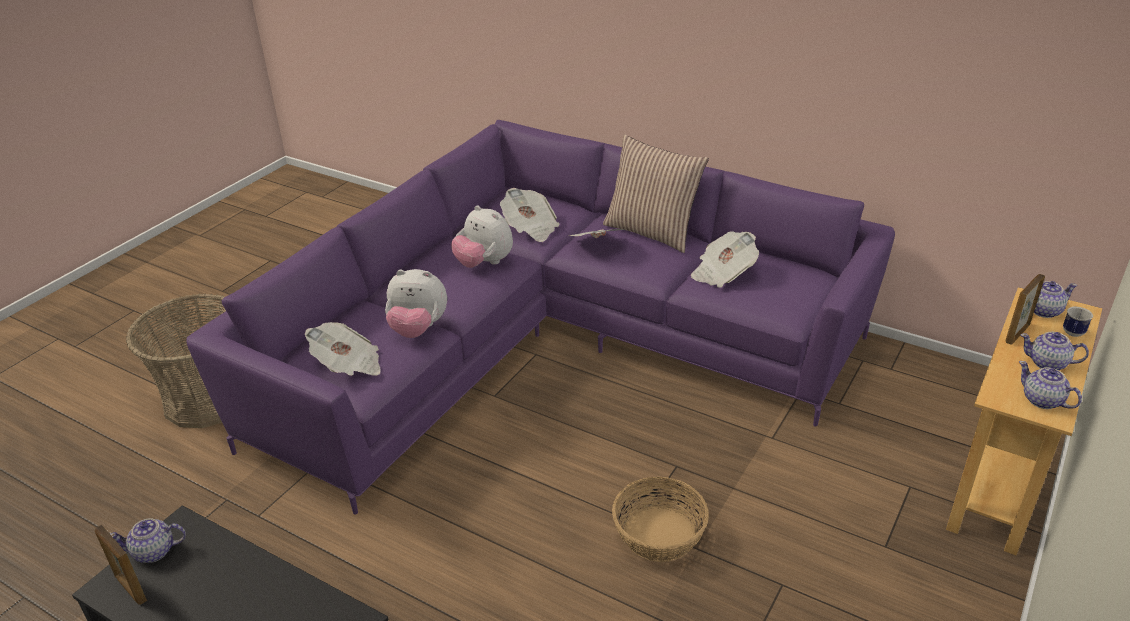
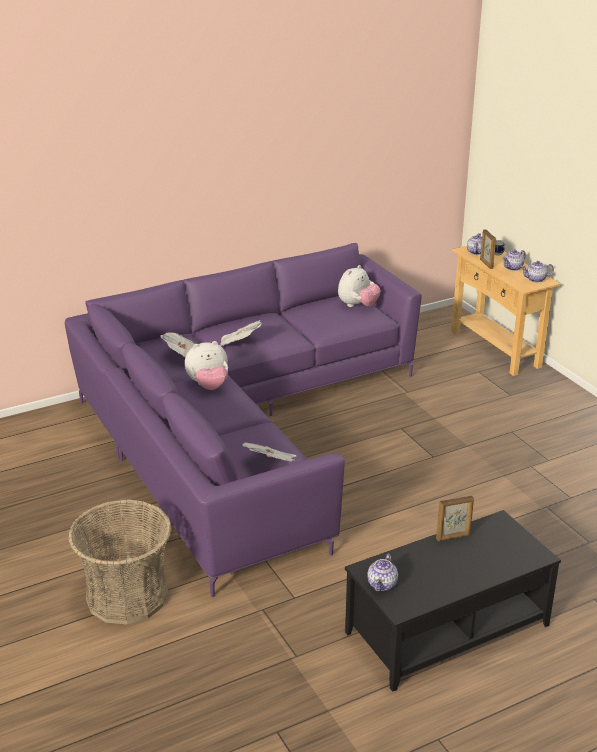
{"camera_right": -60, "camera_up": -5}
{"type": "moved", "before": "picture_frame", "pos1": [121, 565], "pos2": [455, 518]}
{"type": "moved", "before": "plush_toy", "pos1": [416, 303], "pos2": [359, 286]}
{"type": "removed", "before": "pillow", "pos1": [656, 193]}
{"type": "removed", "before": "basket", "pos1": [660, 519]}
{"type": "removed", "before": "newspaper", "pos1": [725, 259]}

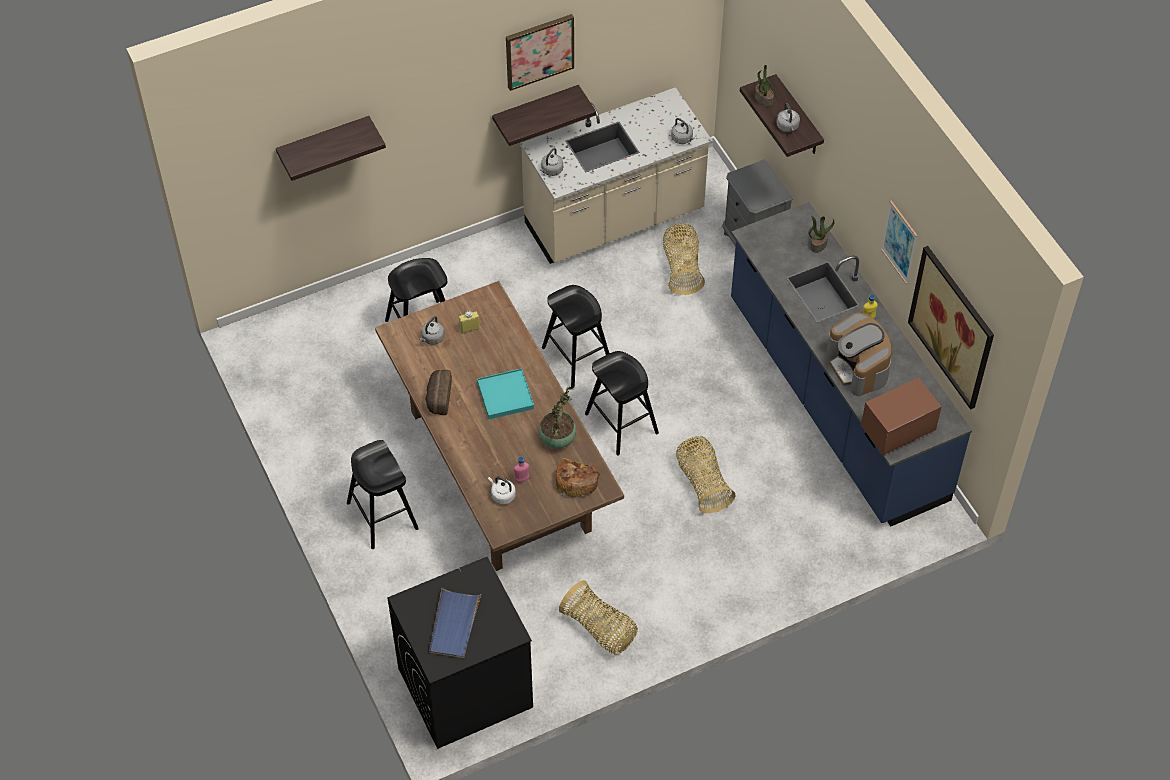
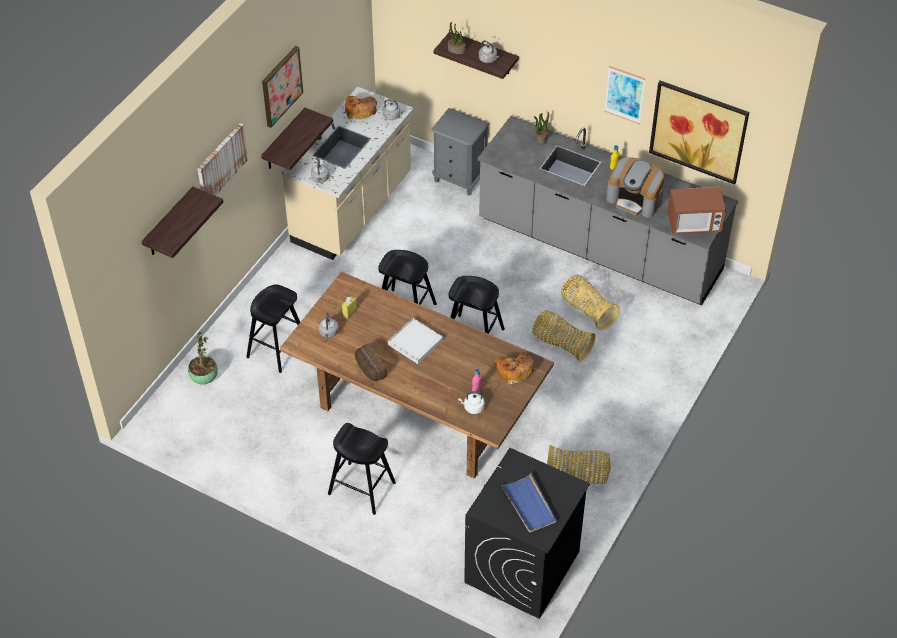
{"camera_right": -35, "camera_up": -5}
{"type": "recoloured", "before": "turquoise_tray", "after": "white_tray", "pos1": [505, 393], "pos2": [415, 341]}
{"type": "moved", "before": "potted_plant", "pos1": [557, 418], "pos2": [203, 358]}
{"type": "moved", "before": "basket", "pos1": [684, 259], "pos2": [590, 302]}
{"type": "recoloured", "before": "blue_counter", "after": "grey_counter", "pos1": [851, 364], "pos2": [607, 211]}
{"type": "turned", "before": "microwave", "pos1": [901, 416], "pos2": [697, 210], "turn": -120}
{"type": "added", "after": "picture", "pos2": [222, 159]}
{"type": "added", "after": "bread", "pos2": [361, 107]}

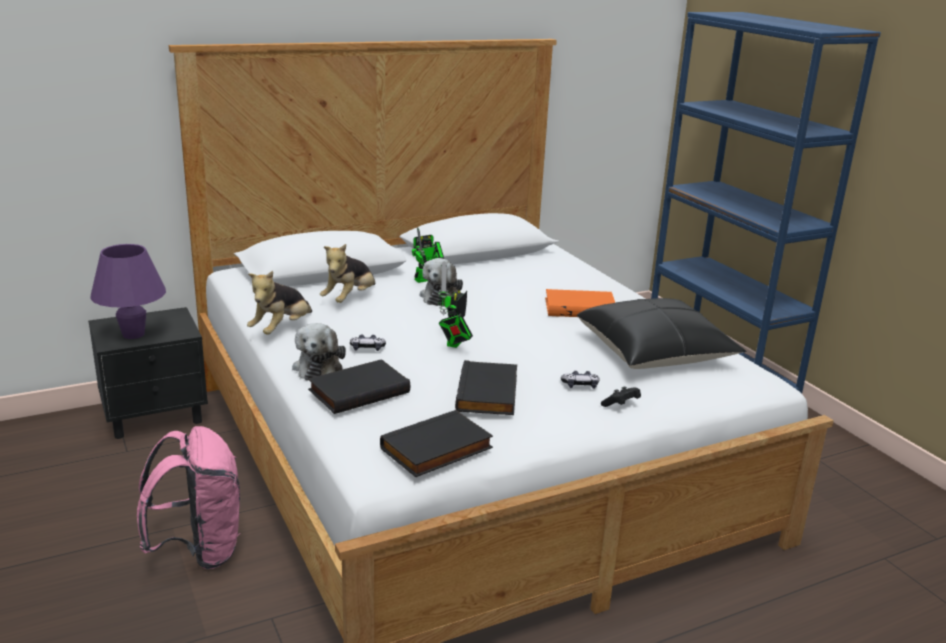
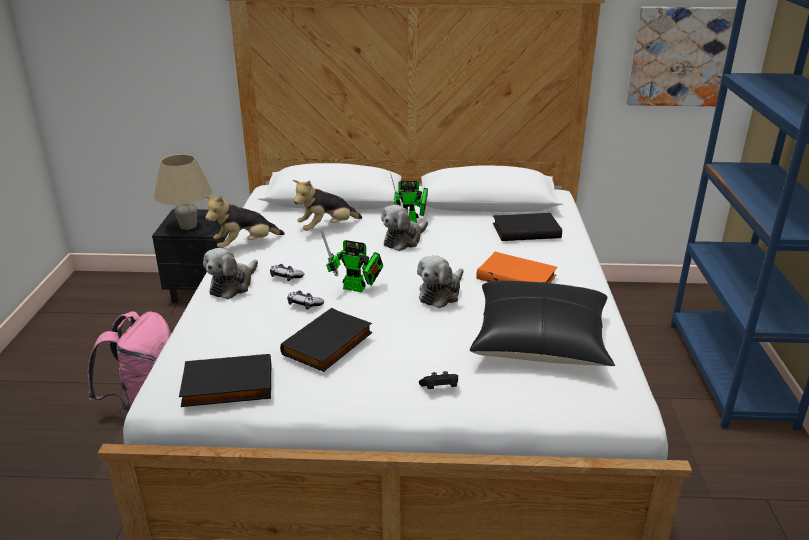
{"camera_right": 30, "camera_up": 5}
{"type": "recoloured", "before": "purple_table_lamp", "after": "beige_table_lamp", "pos1": [128, 291], "pos2": [183, 192]}
{"type": "moved", "before": "black_book", "pos1": [359, 386], "pos2": [527, 227]}
{"type": "turned", "before": "toy_robot", "pos1": [455, 304], "pos2": [352, 262], "turn": -120}
{"type": "moved", "before": "game_controller", "pos1": [580, 380], "pos2": [305, 300]}
{"type": "added", "after": "plush_toy", "pos2": [440, 281]}
{"type": "added", "after": "picture", "pos2": [681, 56]}

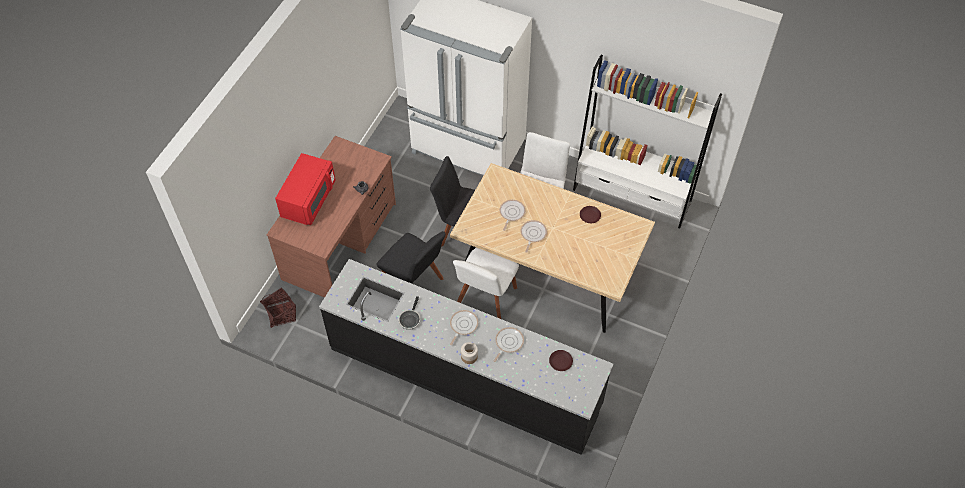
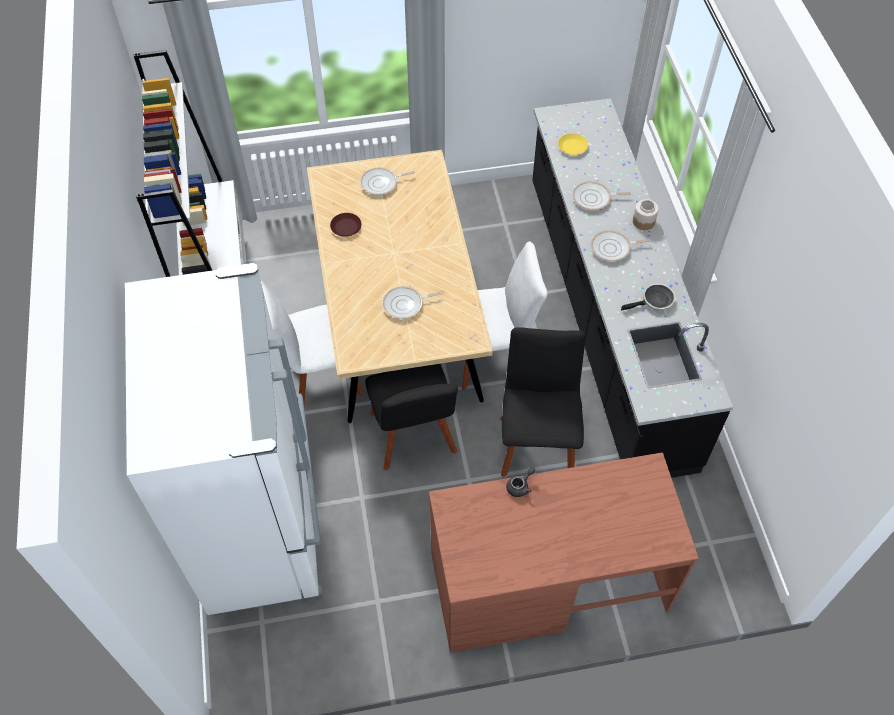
{"camera_right": -125, "camera_up": 0}
{"type": "removed", "before": "basket", "pos1": [278, 307]}
{"type": "removed", "before": "red_microwave", "pos1": [305, 189]}
{"type": "moved", "before": "frying_pan", "pos1": [534, 236], "pos2": [387, 181]}
{"type": "recoloured", "before": "brown_plate", "after": "yellow_plate", "pos1": [561, 360], "pos2": [573, 144]}

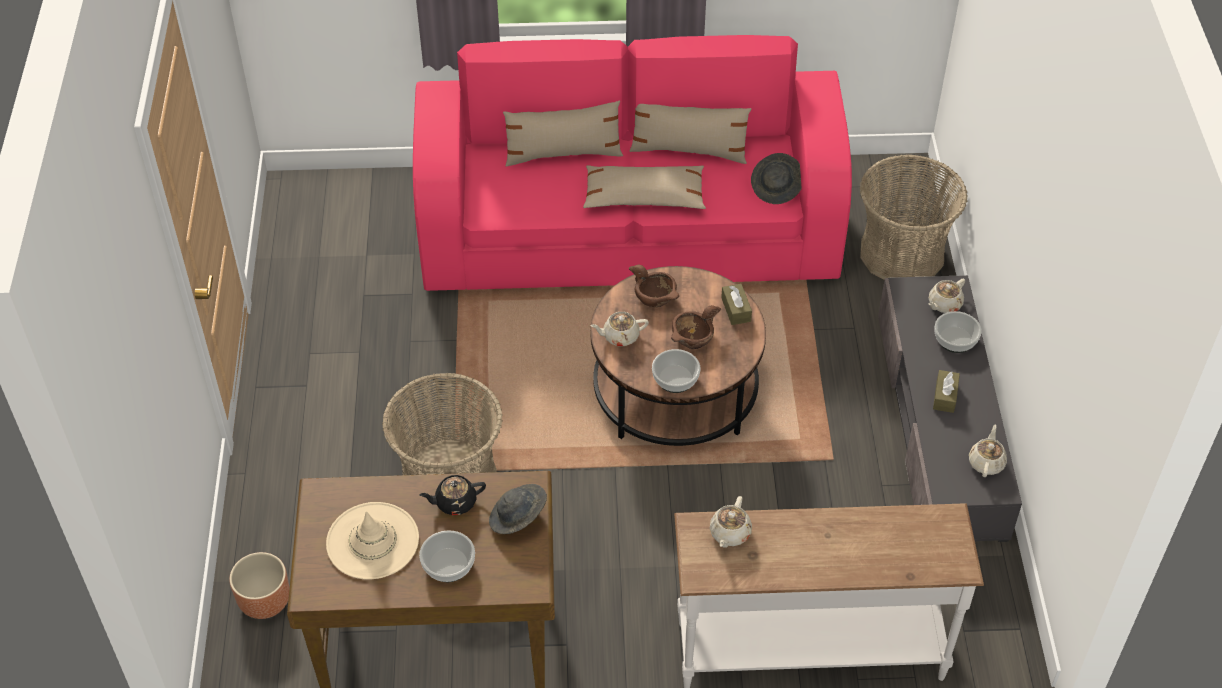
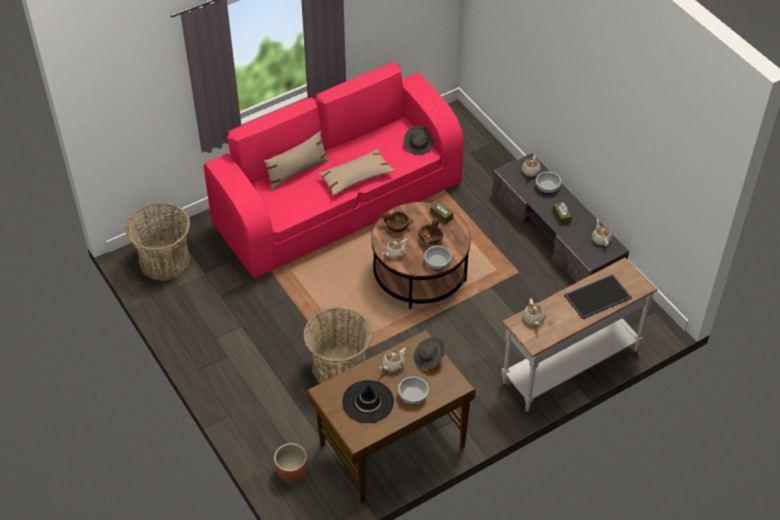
{"camera_right": -30, "camera_up": 0}
{"type": "recoloured", "before": "beige_hat", "after": "black_hat", "pos1": [372, 540], "pos2": [368, 401]}
{"type": "recoloured", "before": "black_teapot", "after": "beige_teapot", "pos1": [452, 495], "pos2": [393, 360]}
{"type": "removed", "before": "beige_pillow", "pos1": [691, 134]}
{"type": "moved", "before": "basket", "pos1": [914, 217], "pos2": [158, 241]}
{"type": "added", "after": "tray", "pos2": [598, 296]}

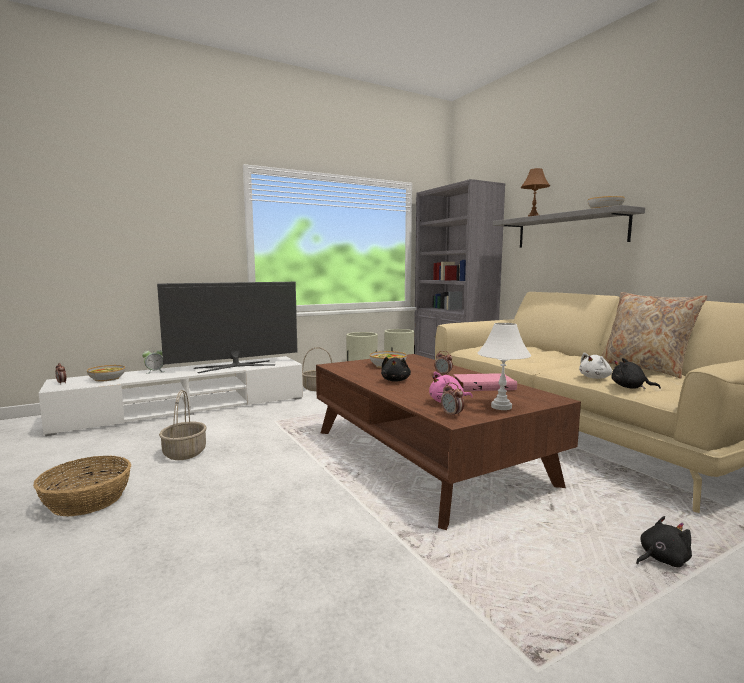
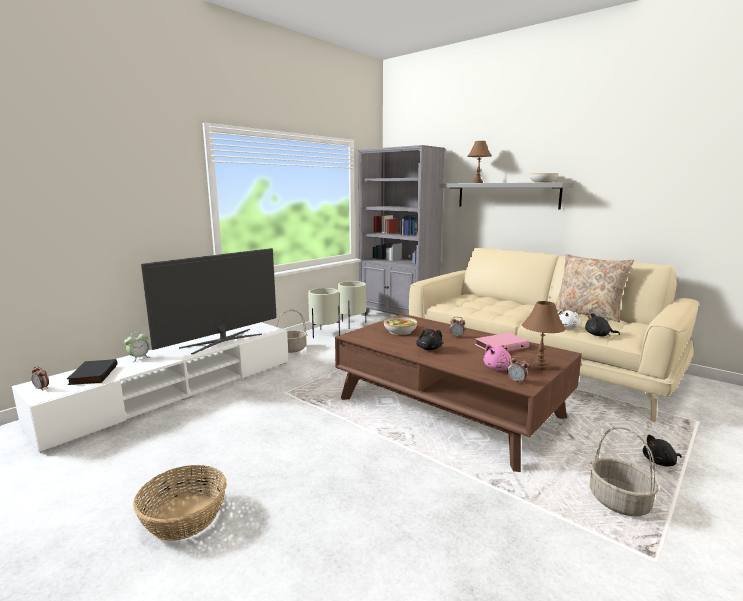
{"camera_right": -20, "camera_up": 5}
{"type": "replaced", "before": "bowl", "after": "black_book", "pos1": [106, 373], "pos2": [92, 372]}
{"type": "moved", "before": "basket", "pos1": [183, 425], "pos2": [624, 471]}
{"type": "recoloured", "before": "white_table_lamp", "after": "brown_table_lamp", "pos1": [504, 366], "pos2": [544, 336]}
{"type": "turned", "before": "black_plush_toy", "pos1": [664, 541], "pos2": [662, 451], "turn": -150}

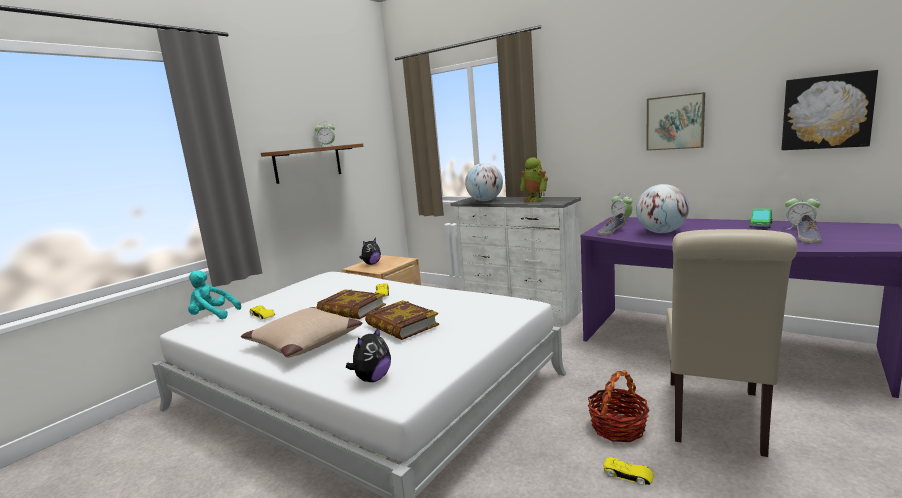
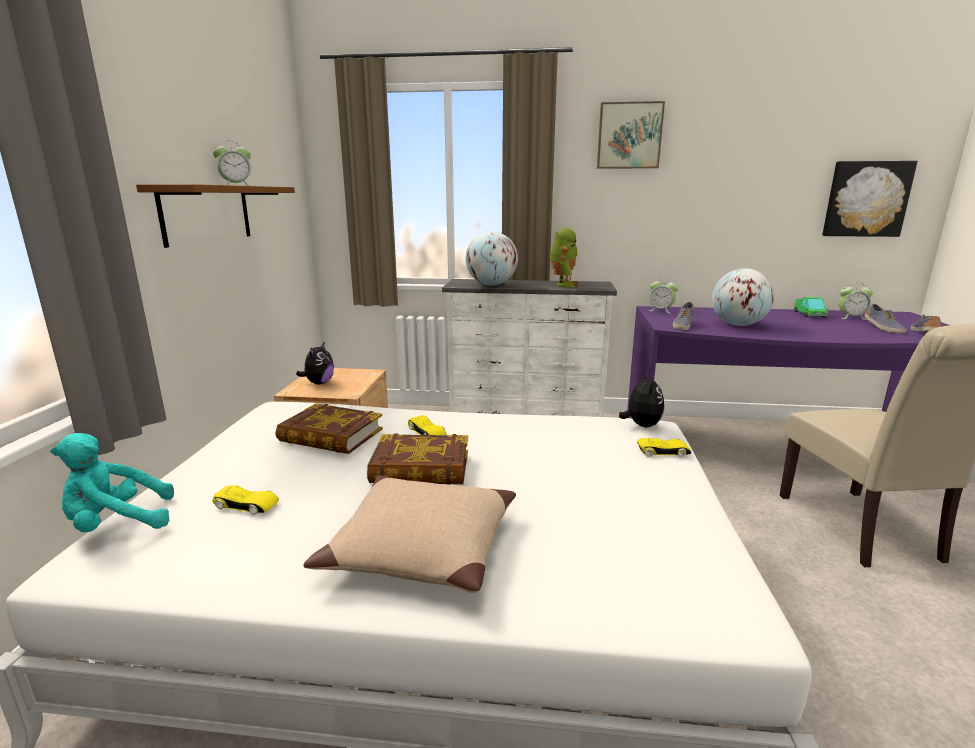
{"camera_right": -30, "camera_up": 5}
{"type": "moved", "before": "plush_toy", "pos1": [368, 354], "pos2": [641, 399]}
{"type": "moved", "before": "book", "pos1": [402, 320], "pos2": [329, 428]}
{"type": "turned", "before": "toy_robot", "pos1": [534, 179], "pos2": [563, 257], "turn": -105}
{"type": "removed", "before": "basket", "pos1": [619, 406]}
{"type": "moved", "before": "yellow_toy_car", "pos1": [629, 471], "pos2": [664, 447]}
{"type": "moved", "before": "picture", "pos1": [675, 121], "pos2": [631, 135]}
{"type": "added", "after": "shoe", "pos2": [926, 323]}

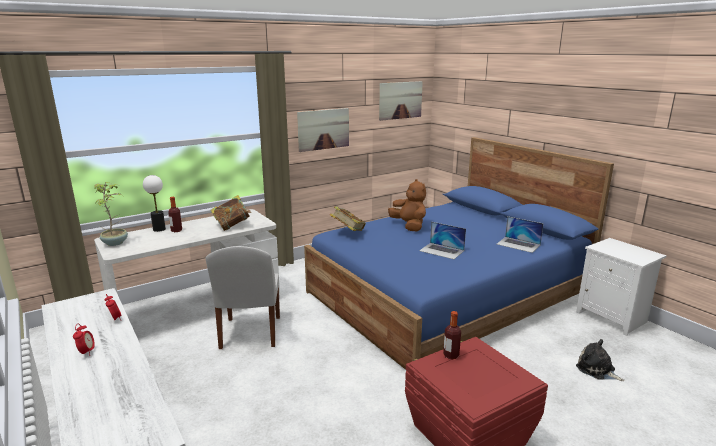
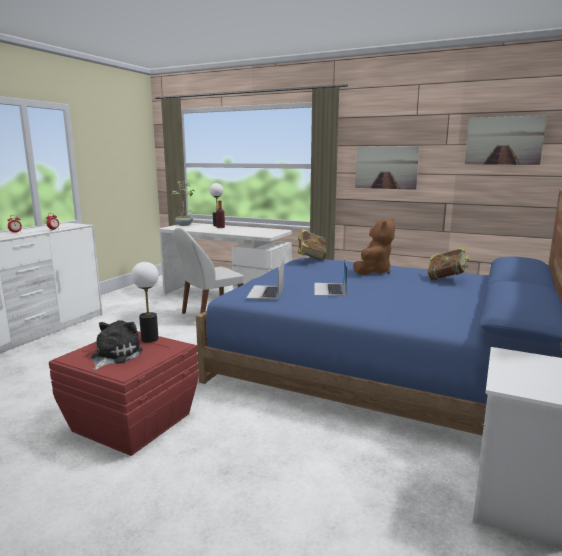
{"camera_right": 60, "camera_up": -5}
{"type": "moved", "before": "book", "pos1": [231, 213], "pos2": [449, 263]}
{"type": "replaced", "before": "bottle", "after": "table_lamp", "pos1": [452, 335], "pos2": [145, 302]}
{"type": "moved", "before": "laptop", "pos1": [520, 234], "pos2": [265, 279]}
{"type": "moved", "before": "plush_toy", "pos1": [600, 360], "pos2": [117, 345]}

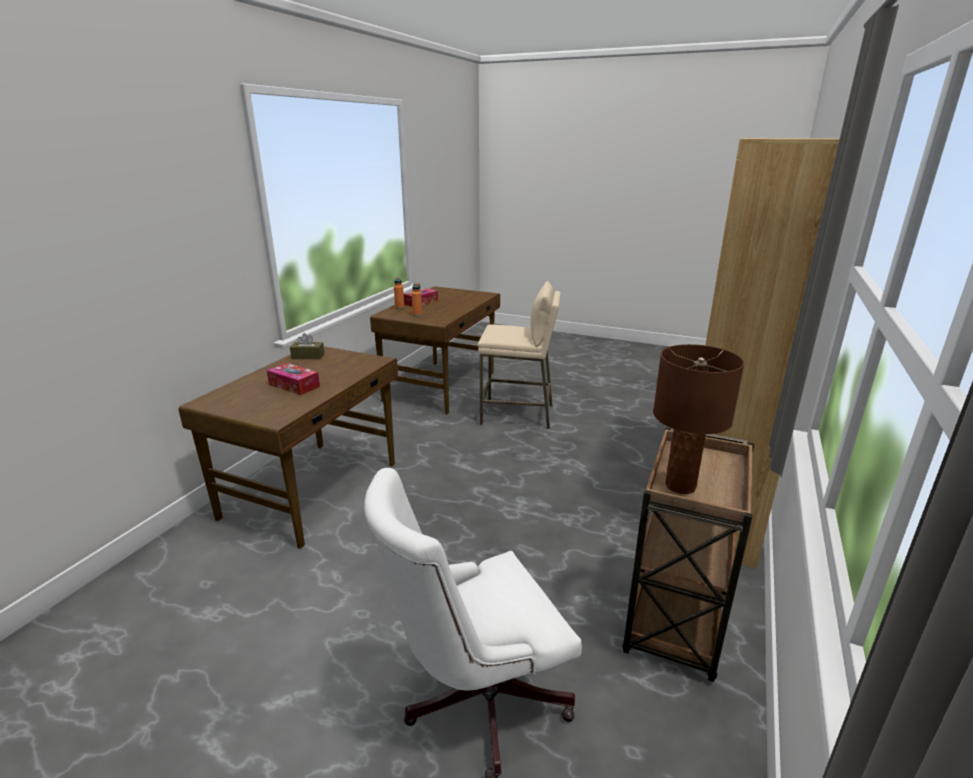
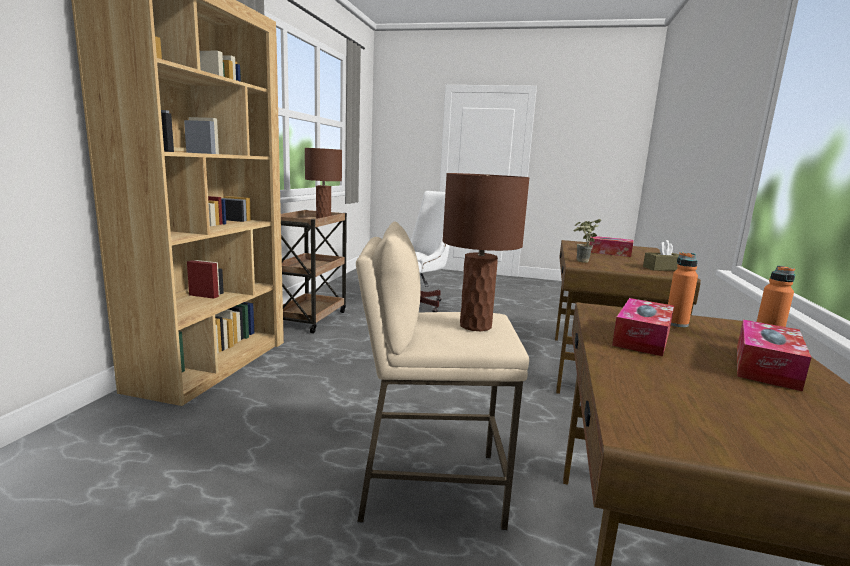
{"camera_right": 170, "camera_up": -10}
{"type": "added", "after": "brown_table_lamp", "pos2": [485, 252]}
{"type": "added", "after": "potted_plant", "pos2": [587, 241]}
{"type": "added", "after": "tissue_box", "pos2": [643, 327]}

